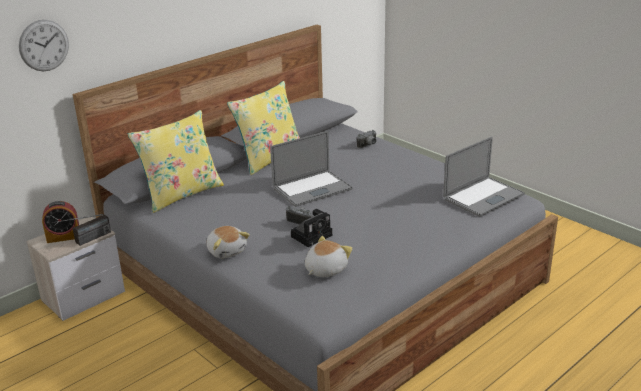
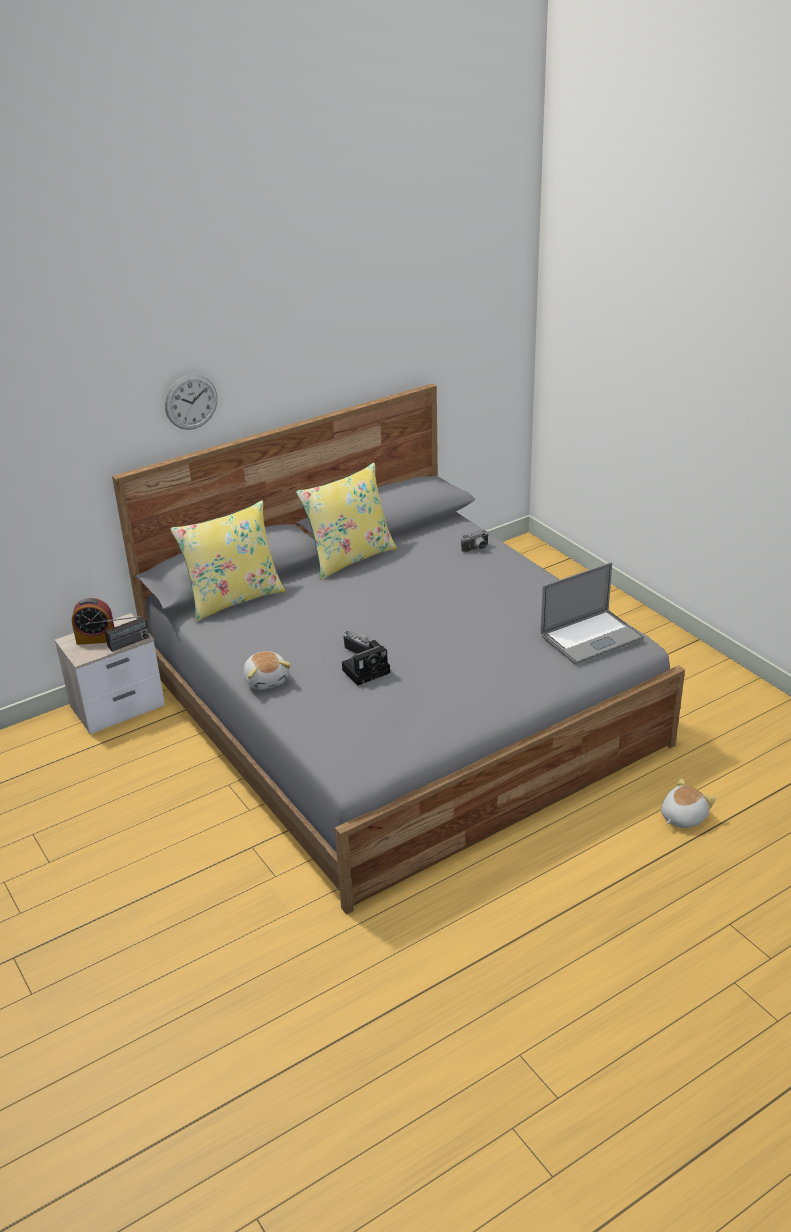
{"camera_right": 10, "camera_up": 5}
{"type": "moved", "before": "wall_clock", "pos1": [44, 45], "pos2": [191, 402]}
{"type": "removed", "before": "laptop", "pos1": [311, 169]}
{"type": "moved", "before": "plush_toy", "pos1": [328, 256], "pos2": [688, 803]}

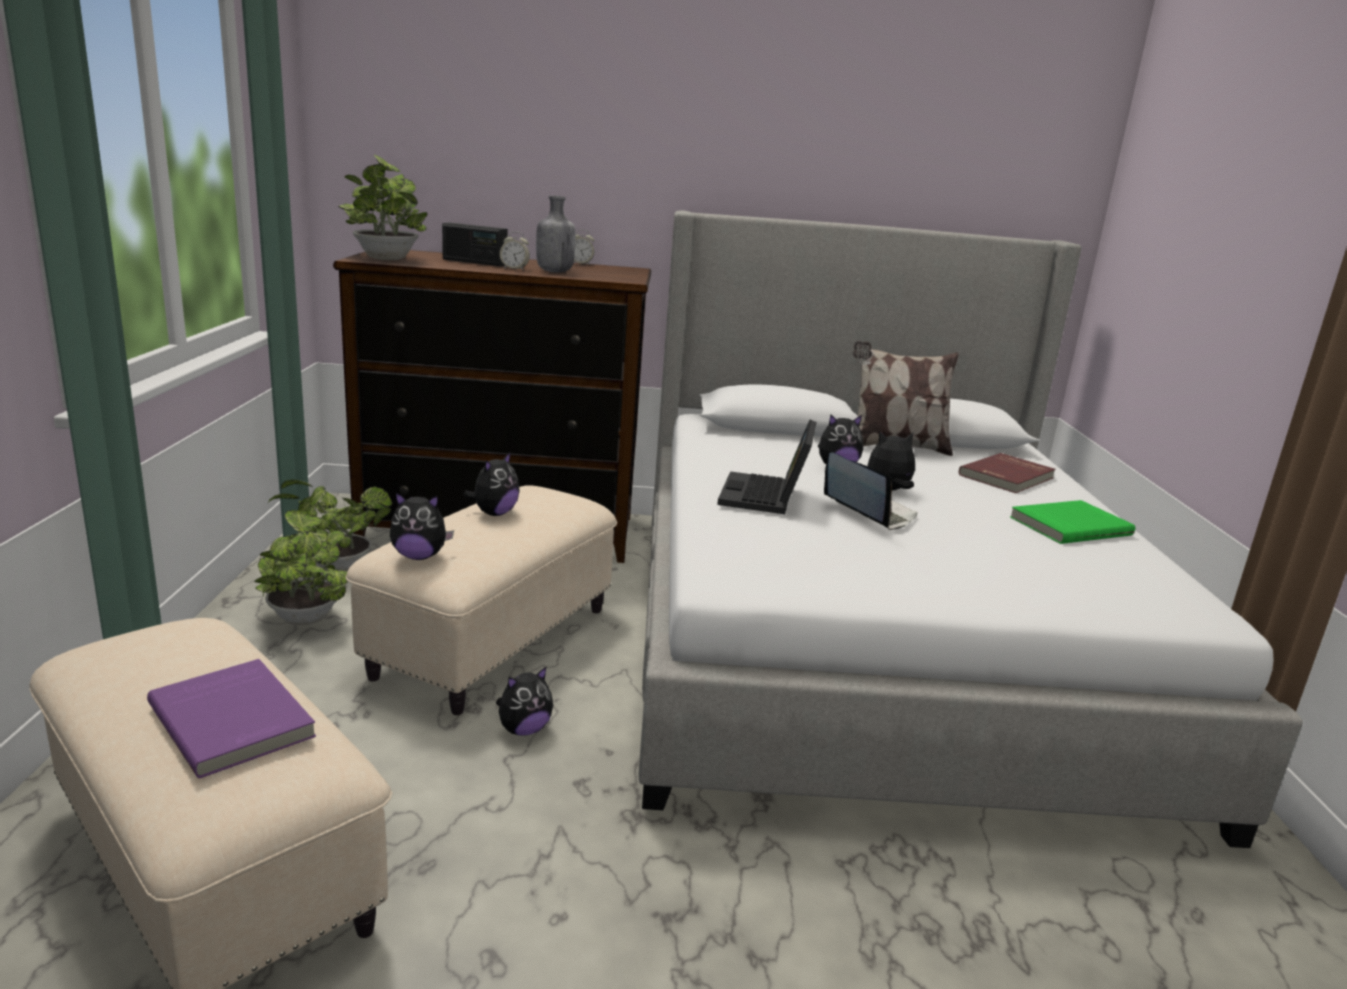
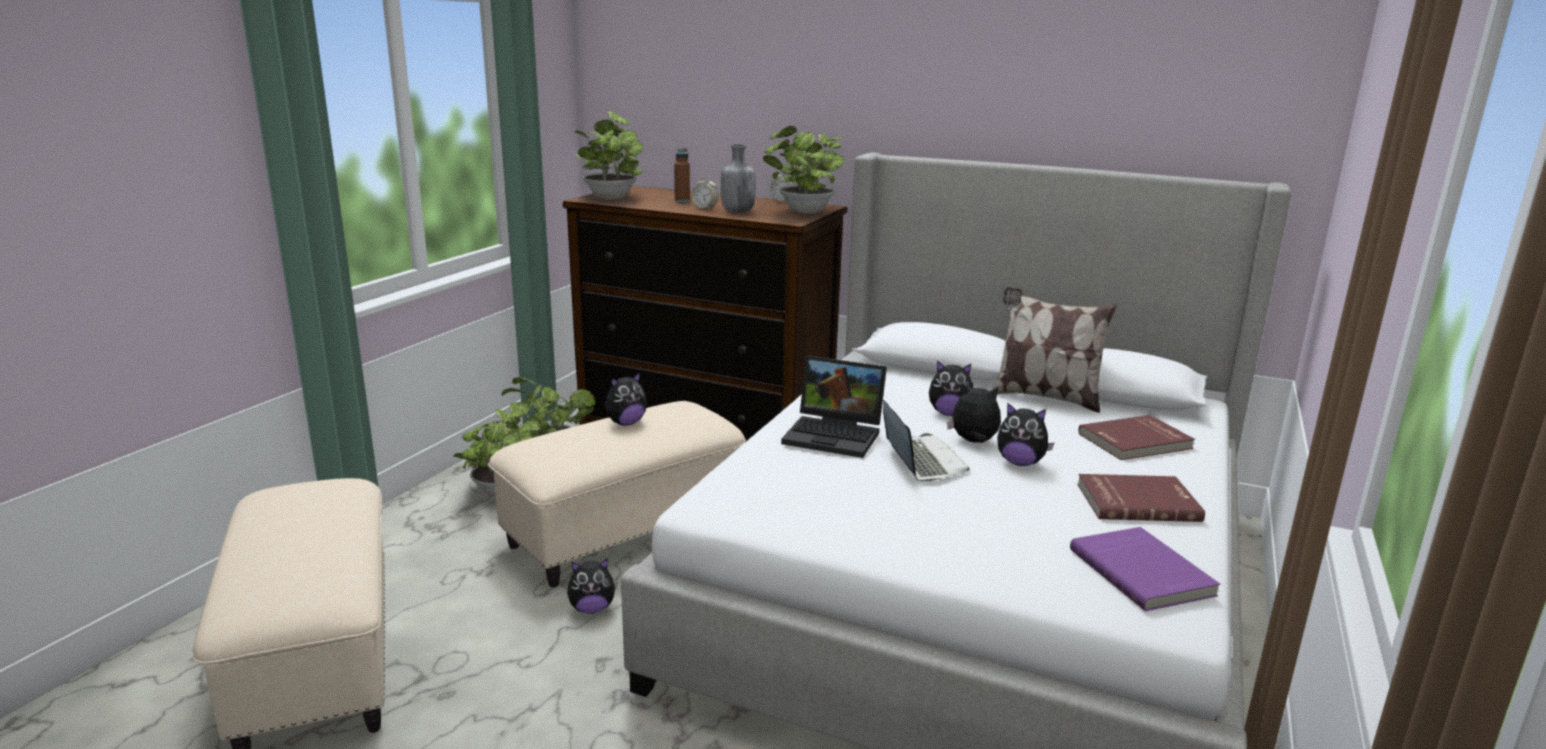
{"camera_right": 25, "camera_up": 0}
{"type": "moved", "before": "purple_book", "pos1": [231, 718], "pos2": [1145, 569]}
{"type": "moved", "before": "plush_toy", "pos1": [422, 526], "pos2": [1025, 434]}
{"type": "replaced", "before": "radio", "after": "brown_bottle", "pos1": [475, 244], "pos2": [682, 175]}
{"type": "turned", "before": "laptop", "pos1": [767, 467], "pos2": [834, 407], "turn": -105}
{"type": "recoloured", "before": "green_book", "after": "red_book", "pos1": [1072, 522], "pos2": [1141, 498]}
{"type": "added", "after": "potted_plant", "pos2": [803, 170]}

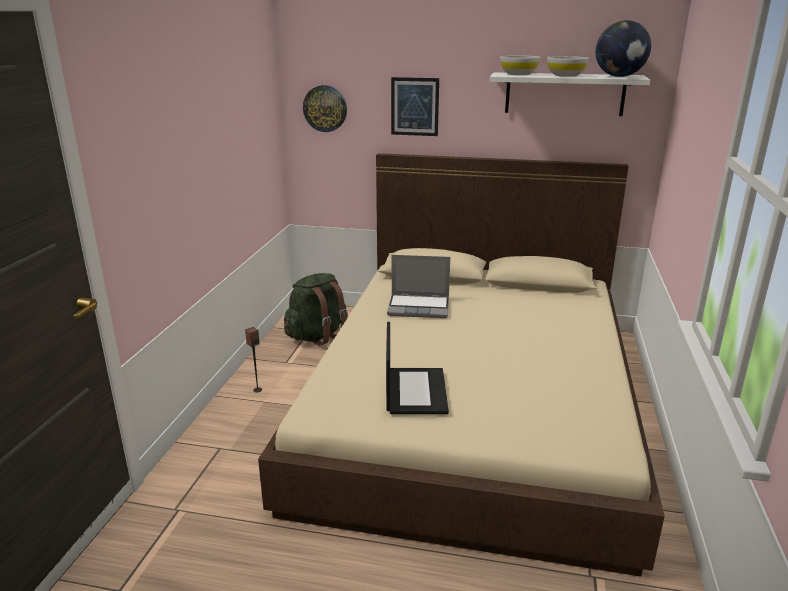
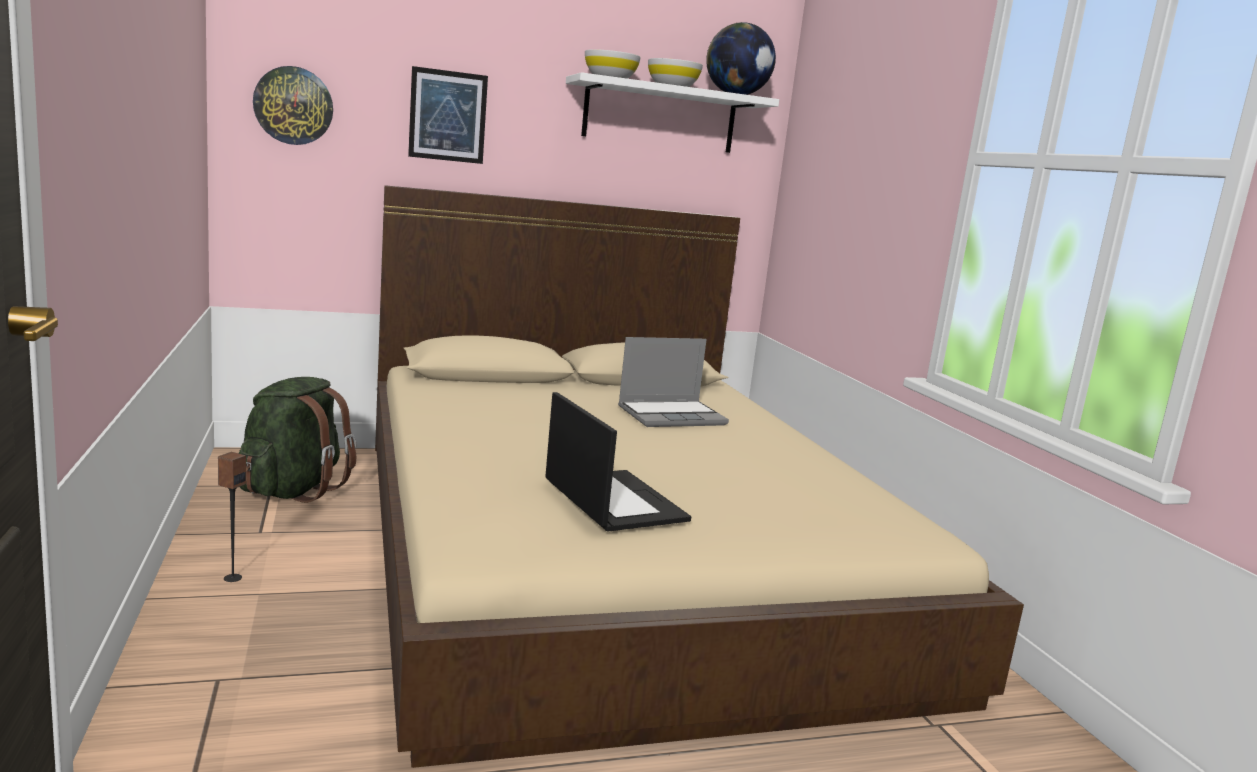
{"camera_right": -30, "camera_up": -10}
{"type": "moved", "before": "laptop", "pos1": [418, 286], "pos2": [673, 382]}

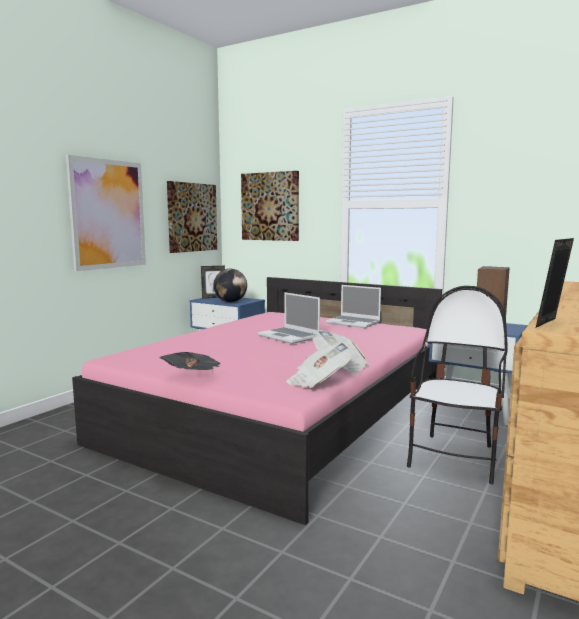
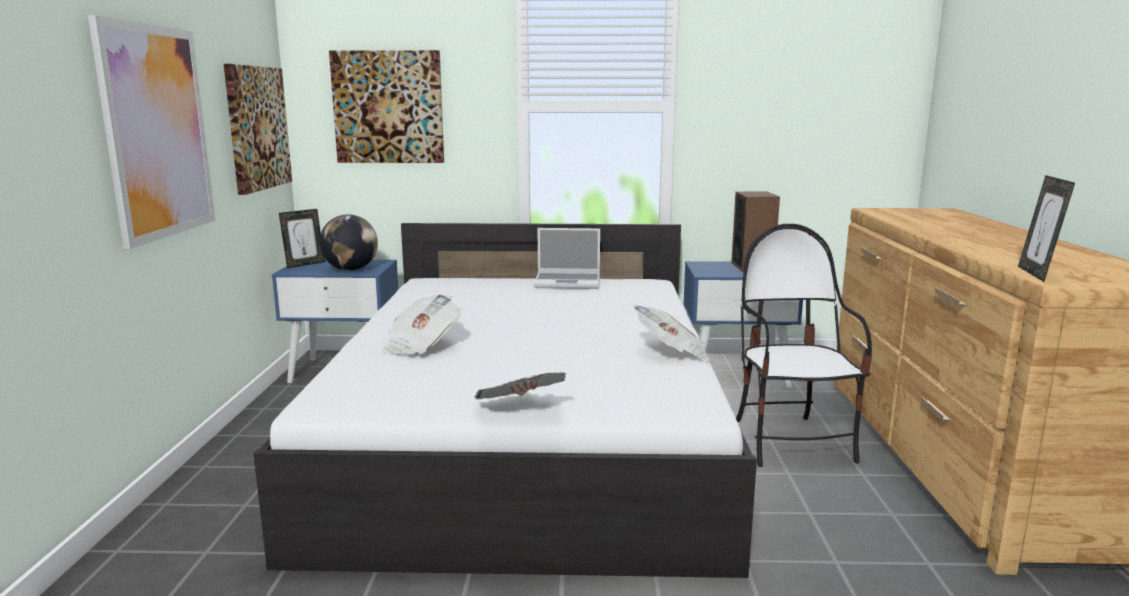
{"camera_right": -30, "camera_up": 5}
{"type": "recoloured", "before": "pink_bed", "after": "white_bed", "pos1": [257, 401], "pos2": [505, 400]}
{"type": "removed", "before": "laptop", "pos1": [289, 318]}
{"type": "moved", "before": "newspaper", "pos1": [319, 365], "pos2": [421, 324]}

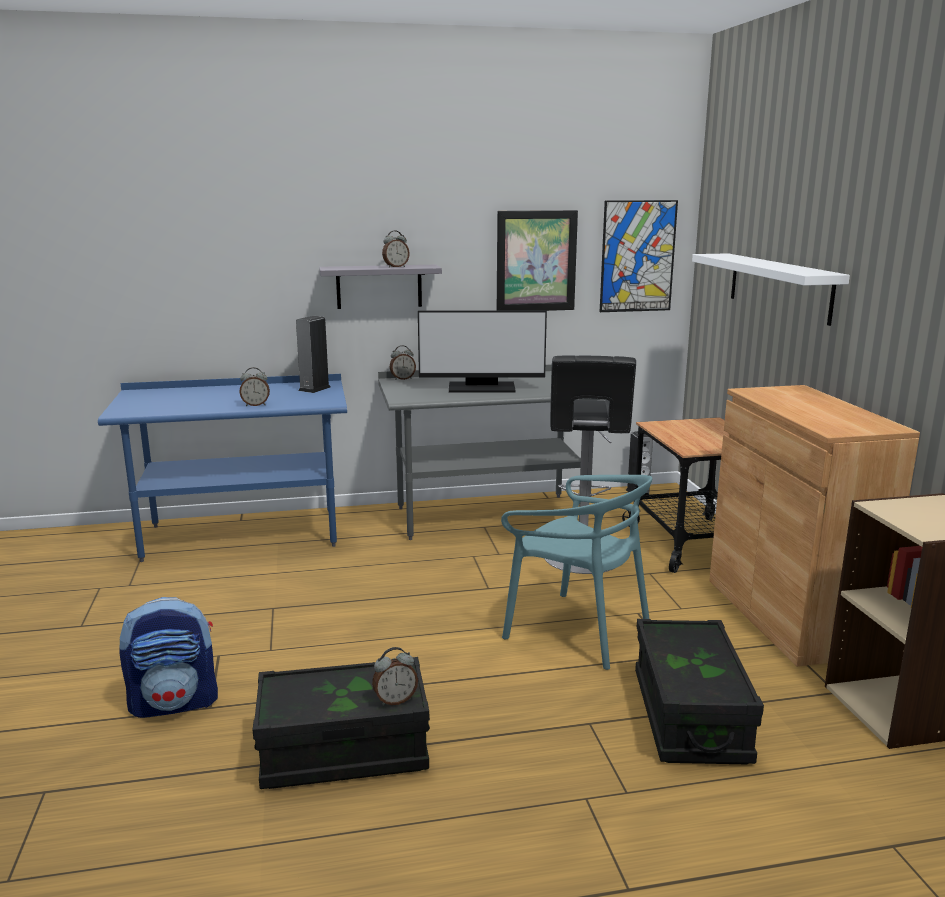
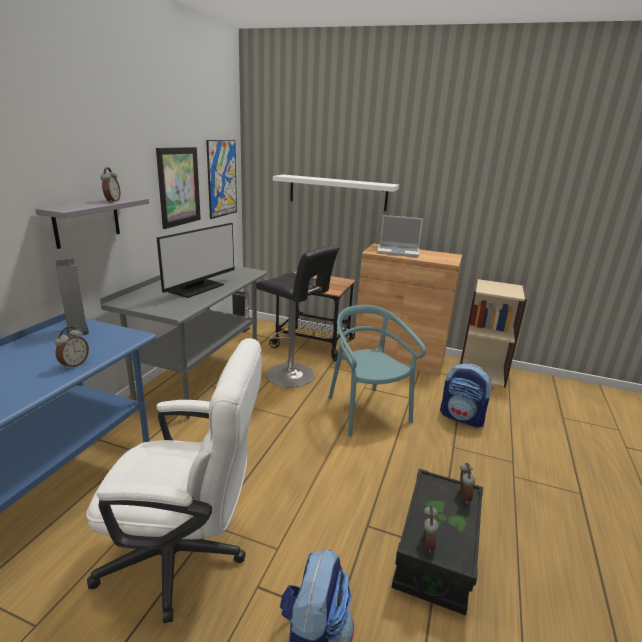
{"camera_right": -60, "camera_up": 5}
{"type": "moved", "before": "alarm_clock", "pos1": [403, 362], "pos2": [431, 529]}
{"type": "turned", "before": "turquoise_chair", "pos1": [576, 572], "pos2": [377, 371], "turn": -90}
{"type": "replaced", "before": "black_storage_box", "after": "backpack", "pos1": [699, 691], "pos2": [467, 395]}
{"type": "added", "after": "white_office_chair", "pos2": [174, 480]}
{"type": "added", "after": "laptop", "pos2": [400, 236]}

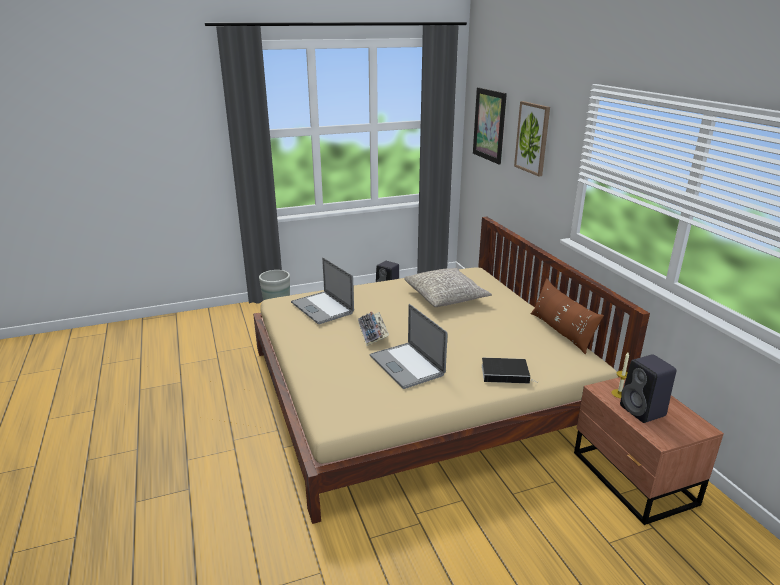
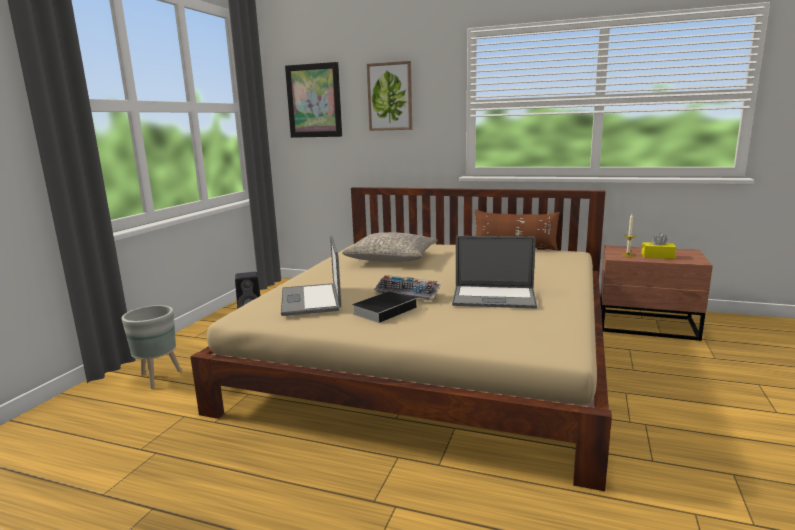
{"camera_right": -50, "camera_up": -10}
{"type": "turned", "before": "laptop", "pos1": [322, 290], "pos2": [311, 275], "turn": 75}
{"type": "moved", "before": "book", "pos1": [510, 371], "pos2": [384, 307]}
{"type": "replaced", "before": "black_speaker", "after": "yellow_tissue_box", "pos1": [648, 388], "pos2": [658, 246]}

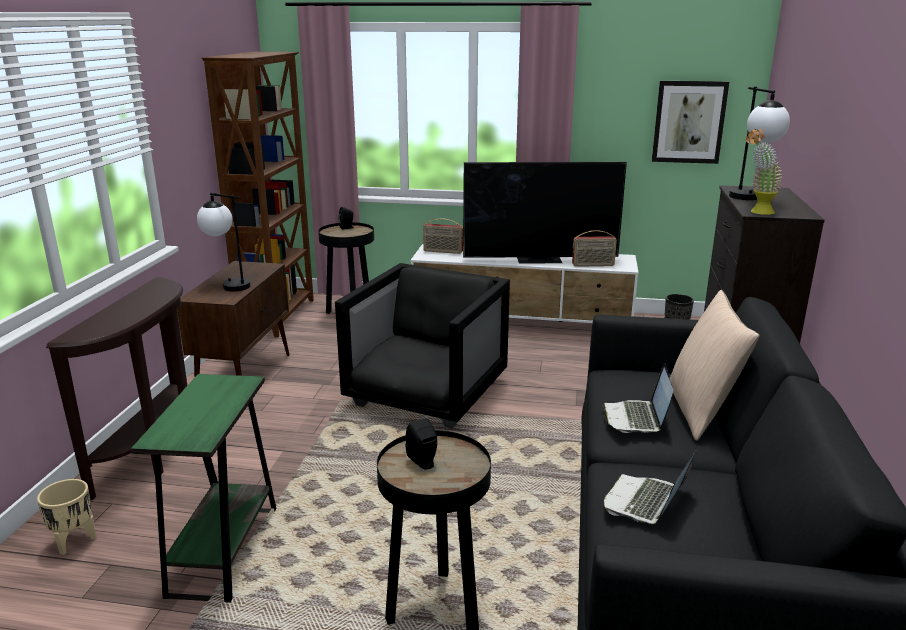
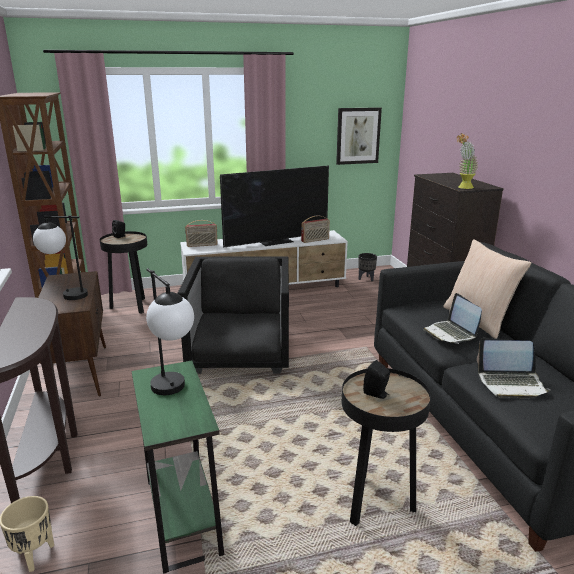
{"camera_right": -25, "camera_up": 0}
{"type": "turned", "before": "laptop", "pos1": [651, 484], "pos2": [513, 368], "turn": -90}
{"type": "moved", "before": "table_lamp", "pos1": [759, 143], "pos2": [170, 331]}

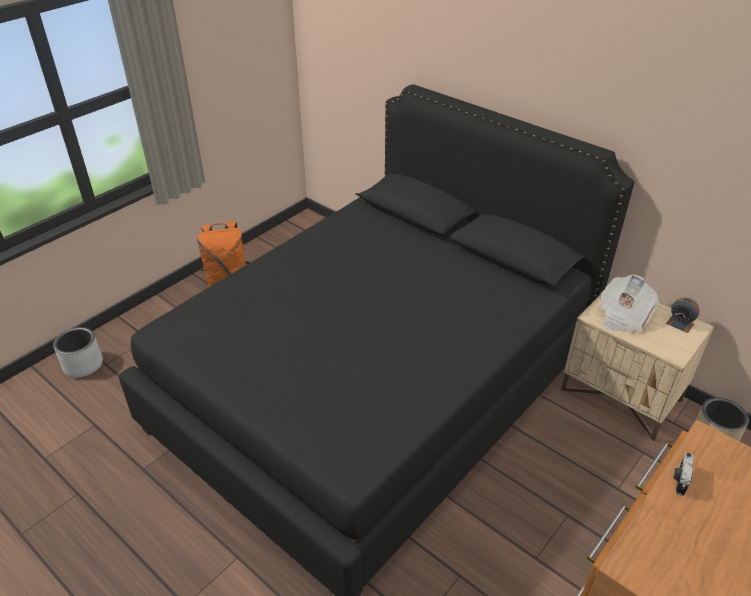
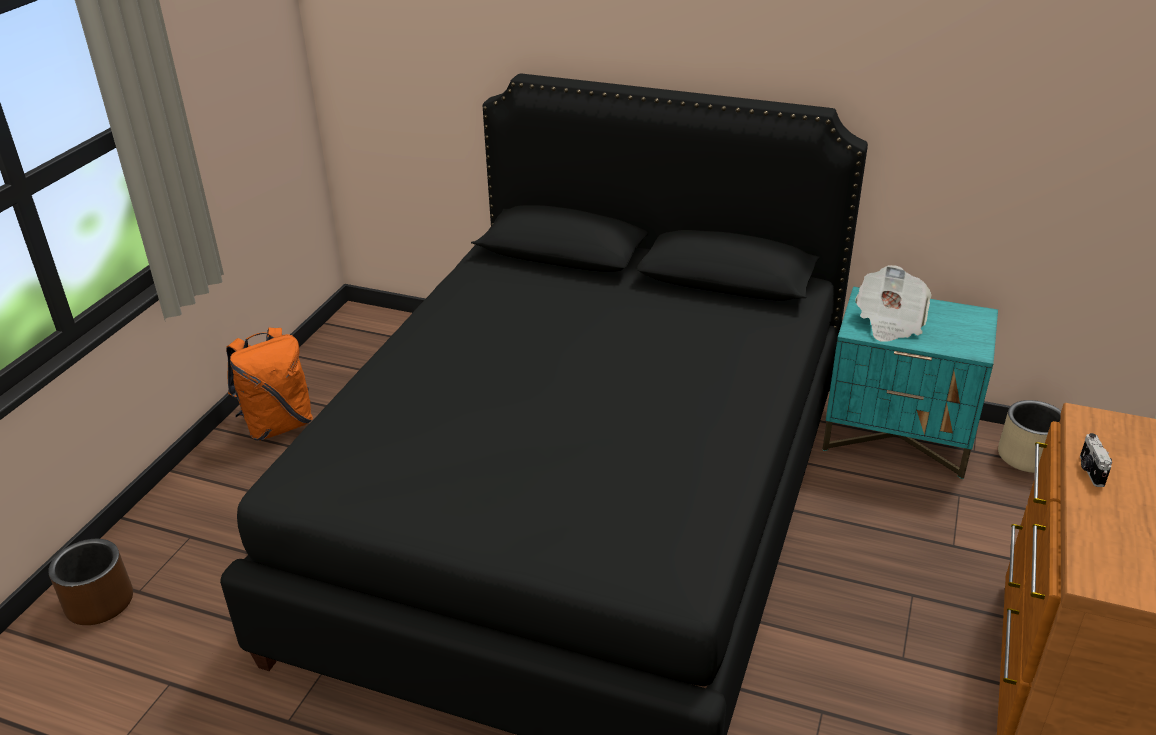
{"camera_right": -20, "camera_up": -5}
{"type": "recoloured", "before": "grey_planter", "after": "brown_planter", "pos1": [78, 352], "pos2": [90, 582]}
{"type": "recoloured", "before": "beige_nightstand", "after": "turquoise_nightstand", "pos1": [637, 368], "pos2": [910, 383]}
{"type": "removed", "before": "alarm_clock", "pos1": [683, 315]}

